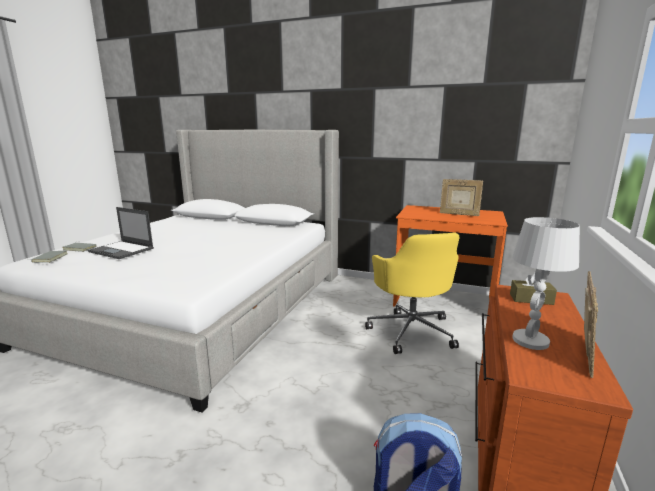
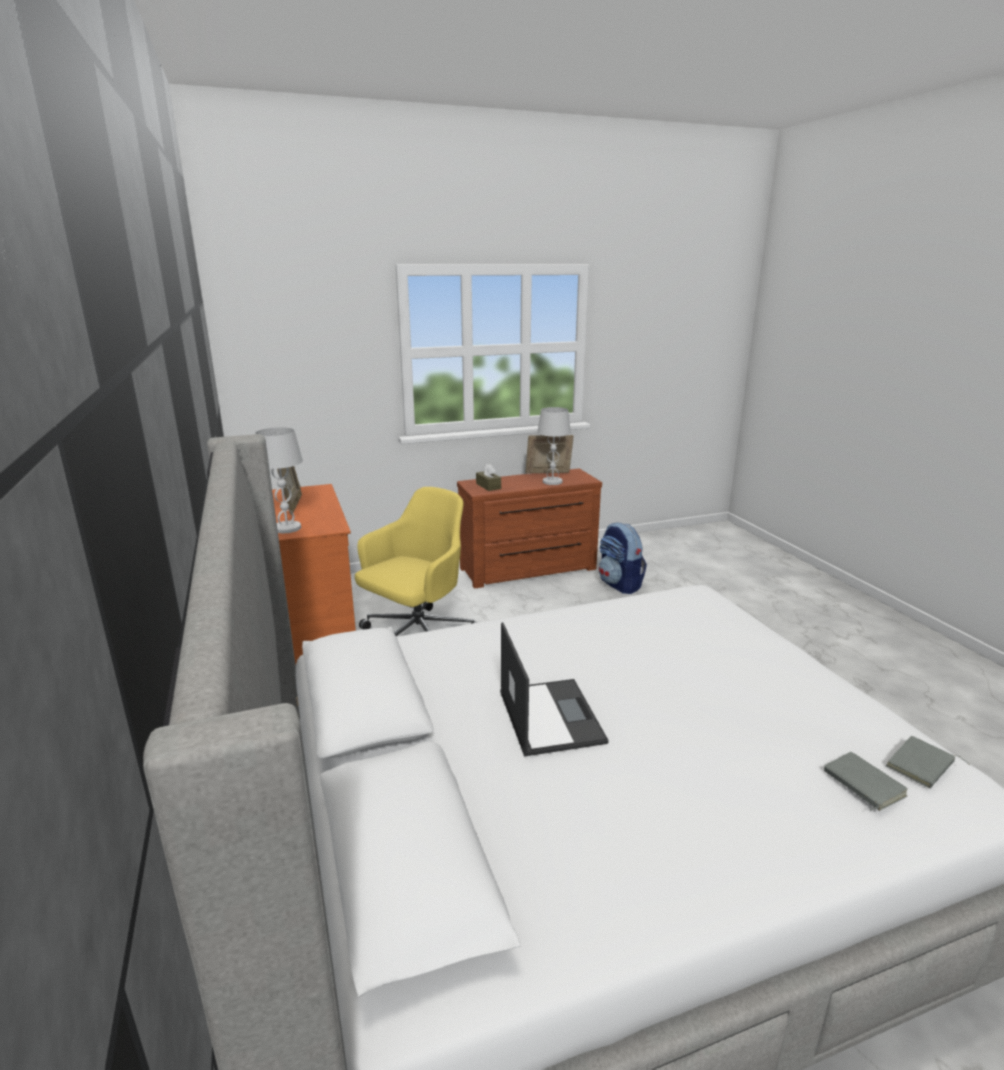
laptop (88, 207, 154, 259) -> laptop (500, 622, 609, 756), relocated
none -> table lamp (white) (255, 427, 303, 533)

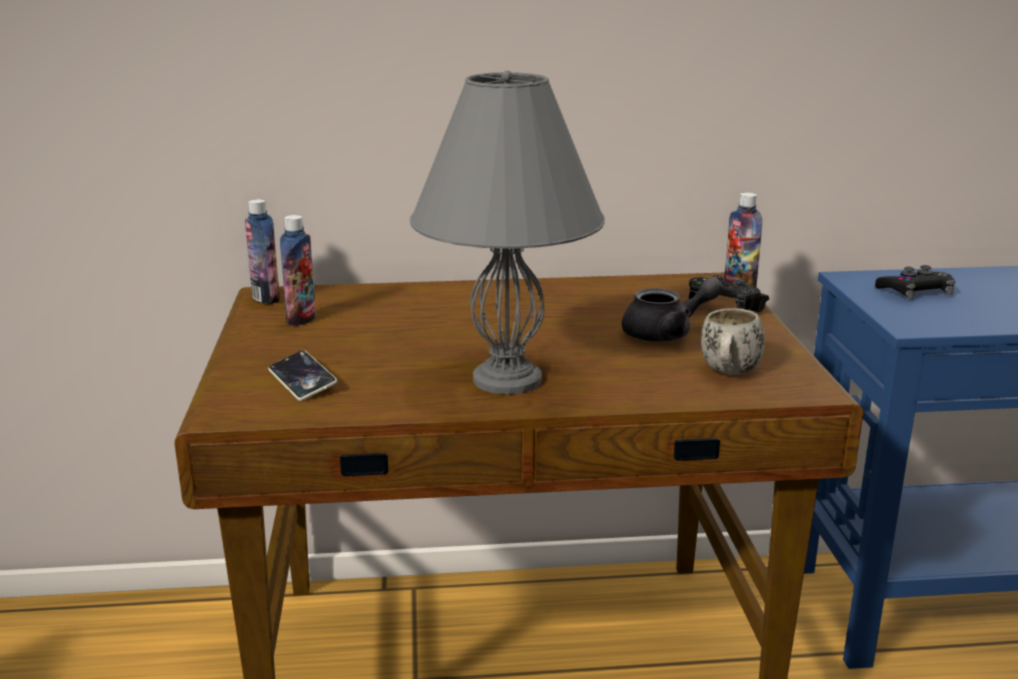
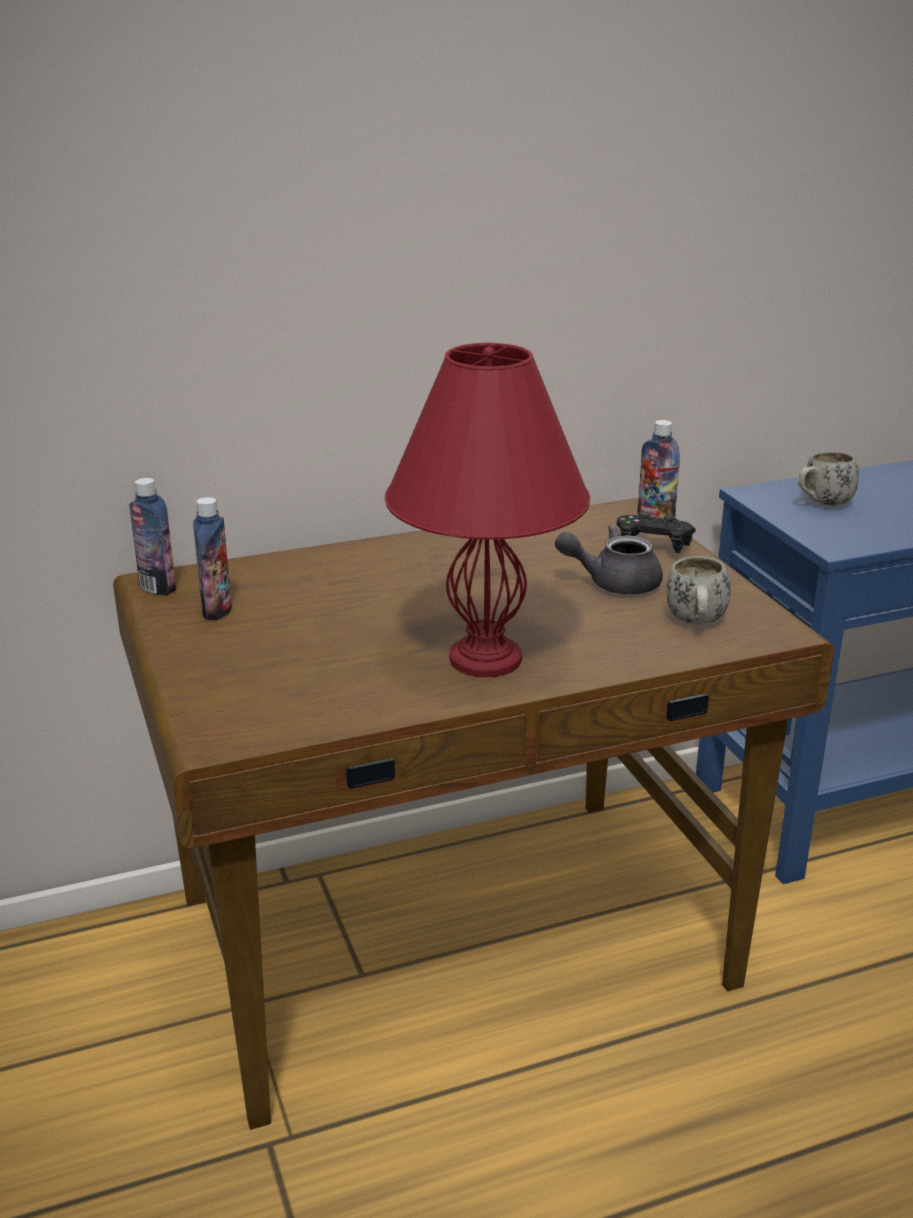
table lamp (grey) (410, 71, 605, 395) -> table lamp (red) (385, 343, 590, 677)
game controller (black) (875, 265, 955, 299) -> mug (white) (797, 451, 859, 506)
teapot (grey) (622, 276, 723, 342) -> teapot (grey) (555, 525, 663, 594), 150 degrees counterclockwise
phone (268, 350, 337, 401) -> none

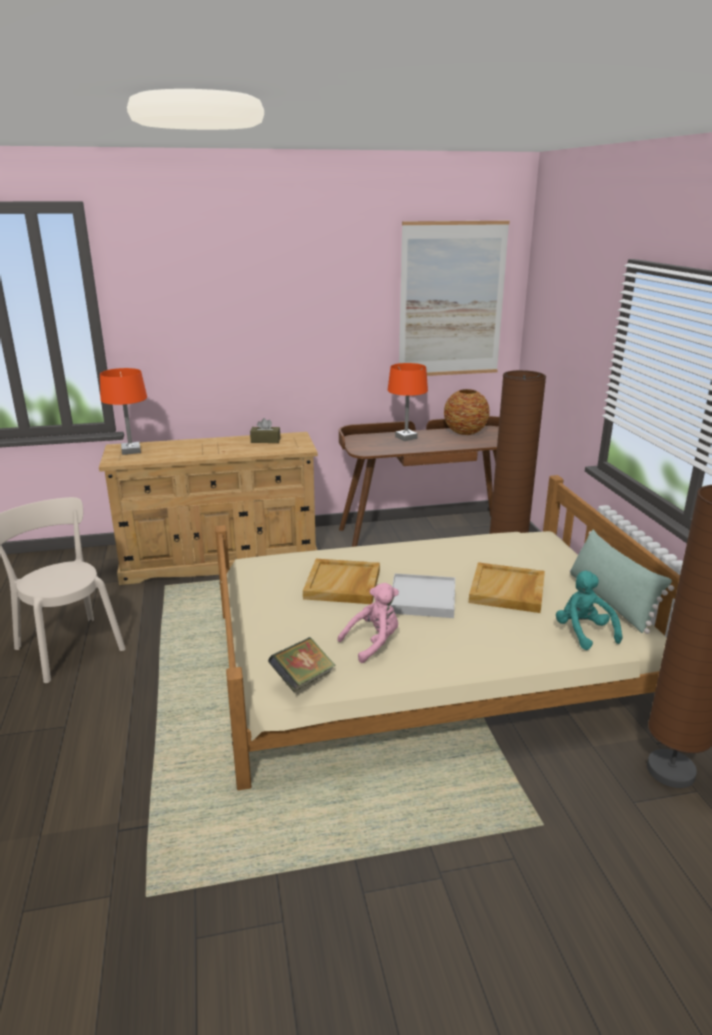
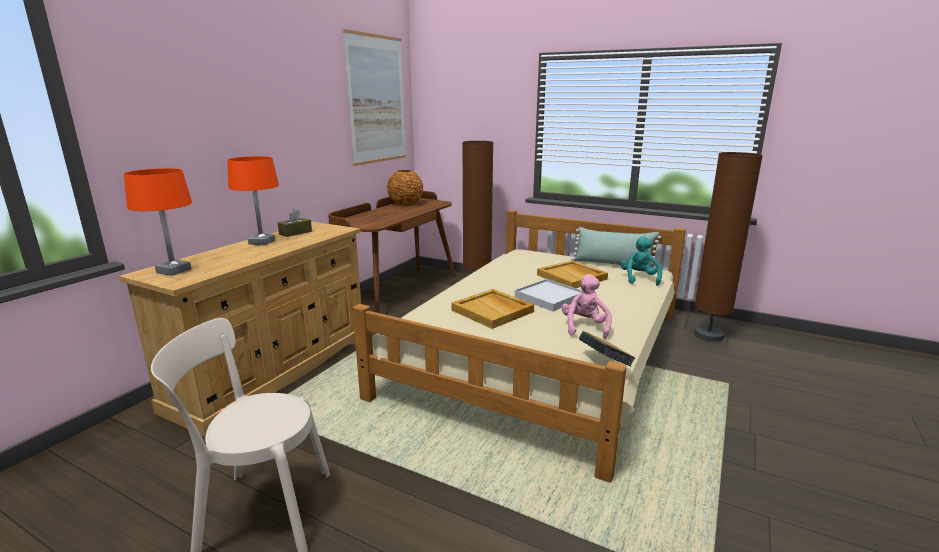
table lamp (orange) (388, 363, 428, 441) -> table lamp (orange) (227, 156, 279, 245), relocated
plush toy (turquoise) (556, 571, 622, 650) -> plush toy (turquoise) (621, 236, 662, 286), 75 degrees clockwise

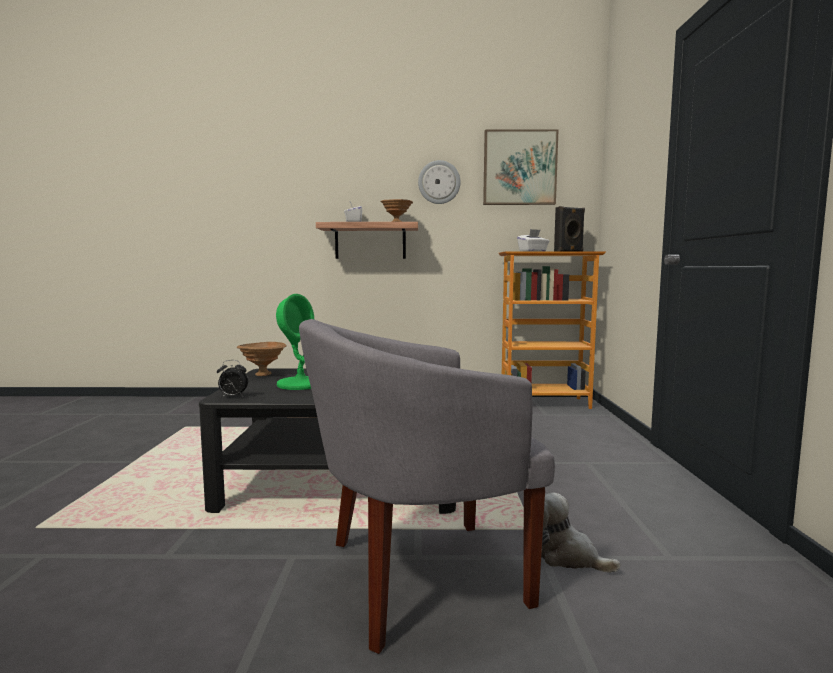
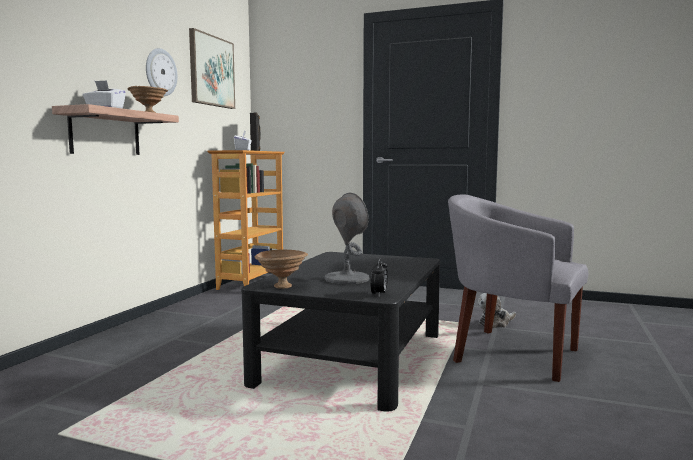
table lamp (green) (276, 294, 314, 390) -> table lamp (grey) (325, 192, 369, 284)
armchair (grey) (299, 319, 555, 654) -> armchair (grey) (448, 194, 588, 382), 120 degrees clockwise

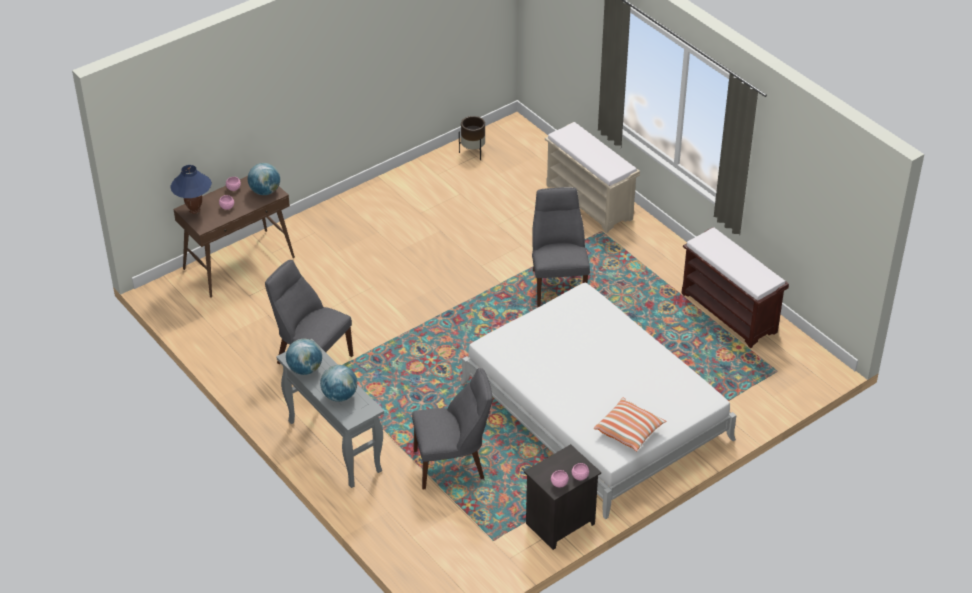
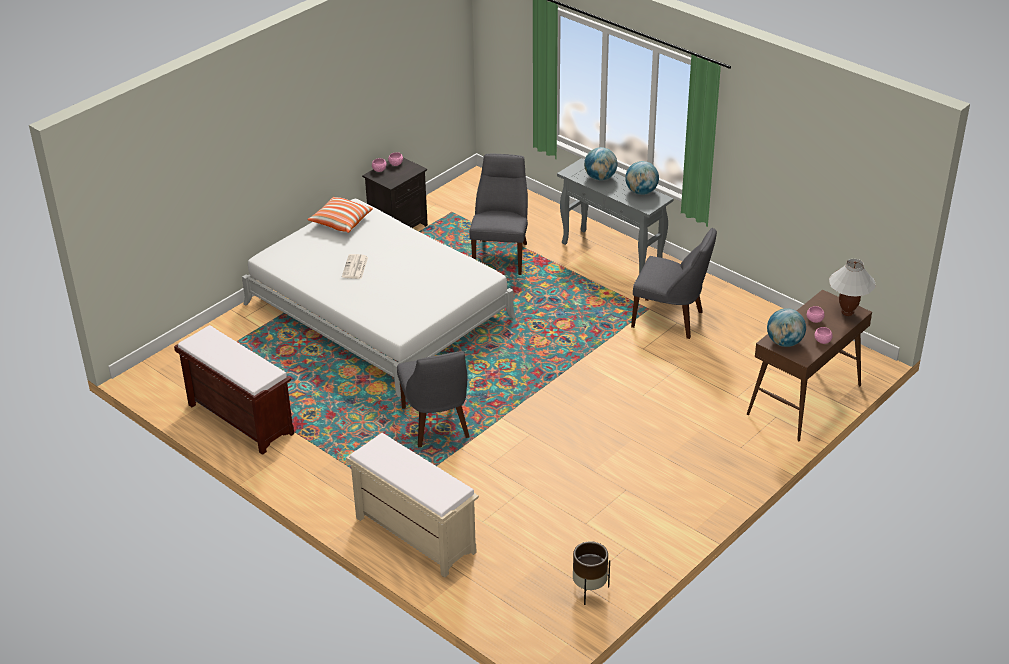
table lamp (blue) (170, 165, 212, 214) -> table lamp (white) (829, 259, 876, 316)
chair (grey) (412, 368, 493, 489) -> chair (grey) (469, 154, 528, 275), 120 degrees clockwise
none -> newspaper (342, 254, 368, 279)

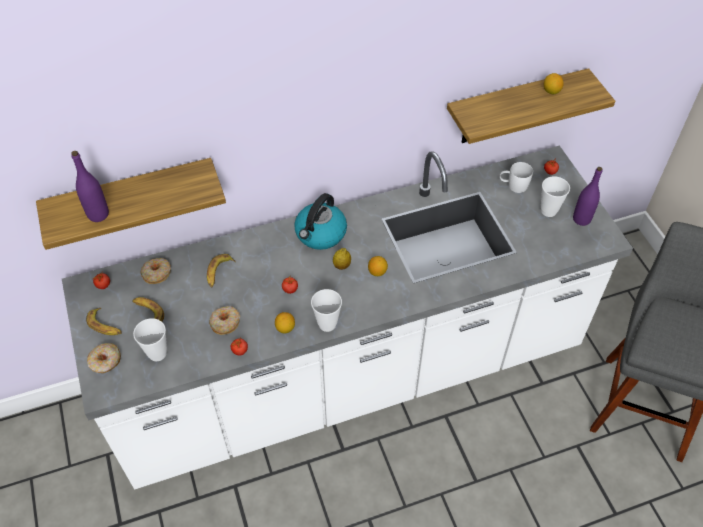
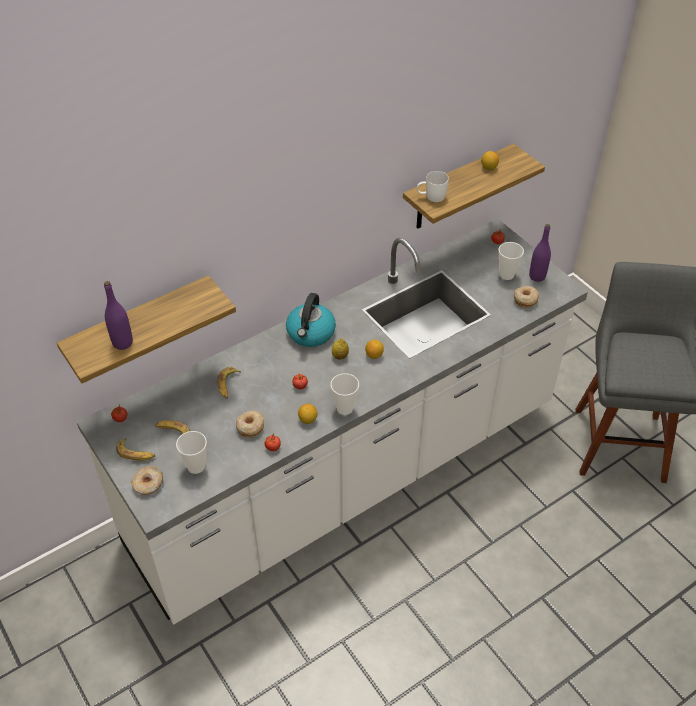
mug (white) (500, 162, 533, 193) -> mug (white) (417, 171, 449, 202), relocated
donut (141, 258, 171, 284) -> donut (514, 286, 539, 308), relocated

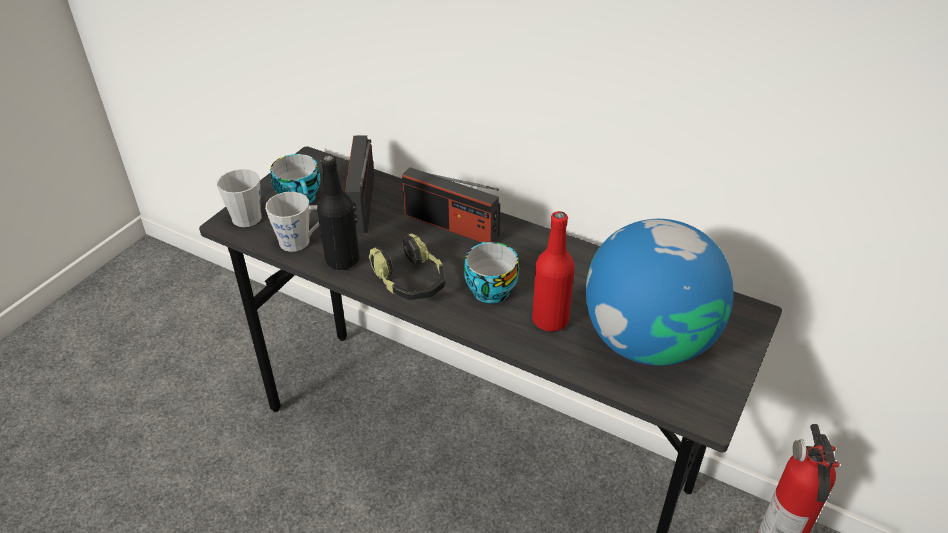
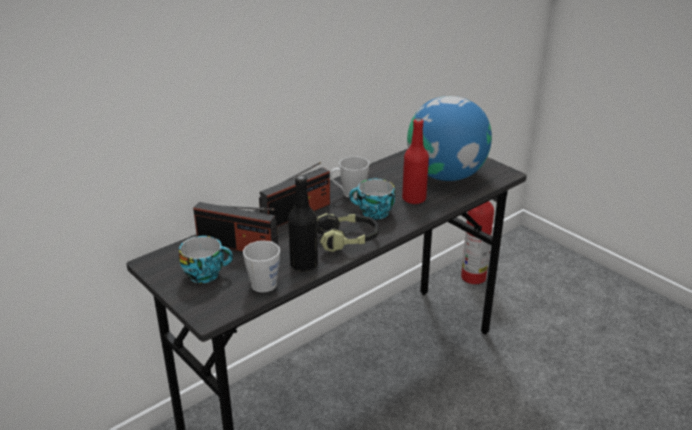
mug (grey) (217, 169, 262, 227) -> mug (grey) (330, 156, 370, 199), relocated

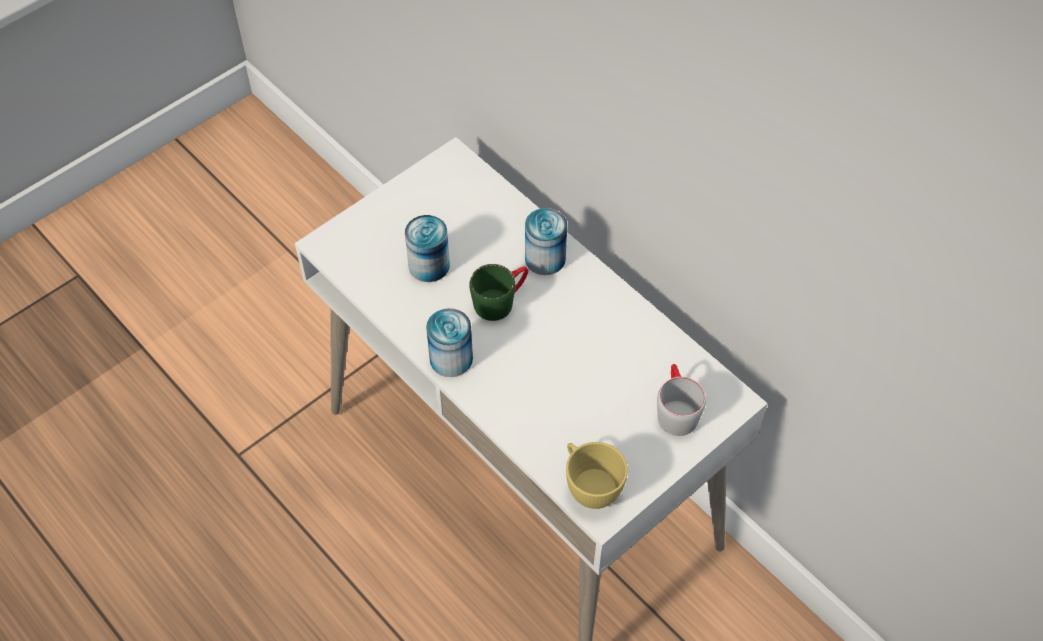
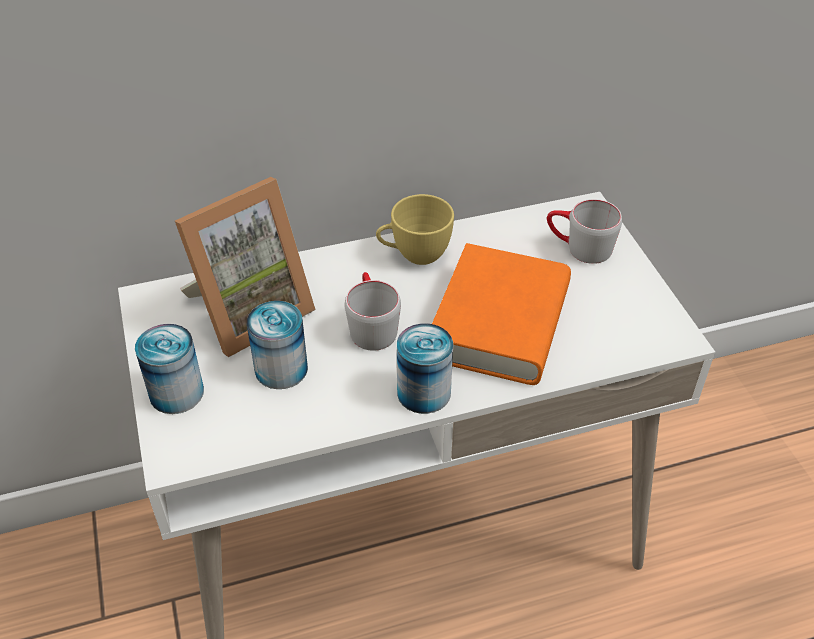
can (525, 208, 567, 275) -> can (135, 324, 204, 414), relocated
mug (green) (469, 264, 528, 321) -> mug (grey) (345, 272, 401, 351)
cup (yellow) (566, 442, 628, 509) -> cup (yellow) (376, 194, 454, 265), relocated
none -> picture frame (175, 177, 316, 357)
none -> book (orange) (432, 243, 571, 385)

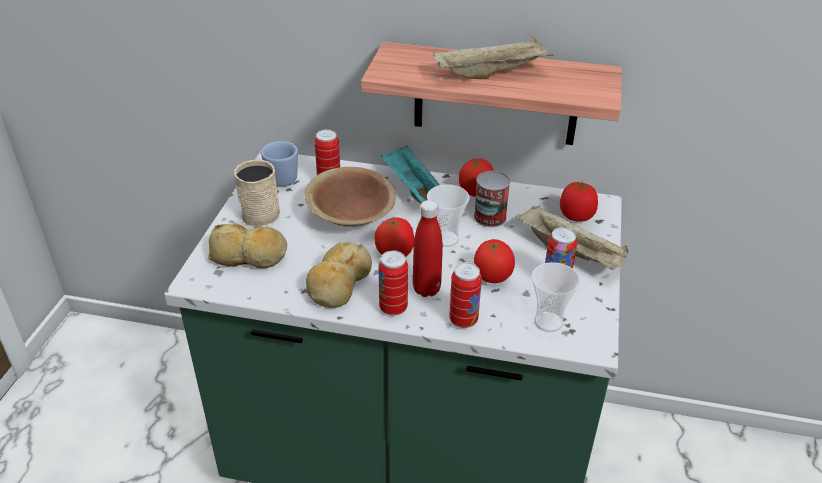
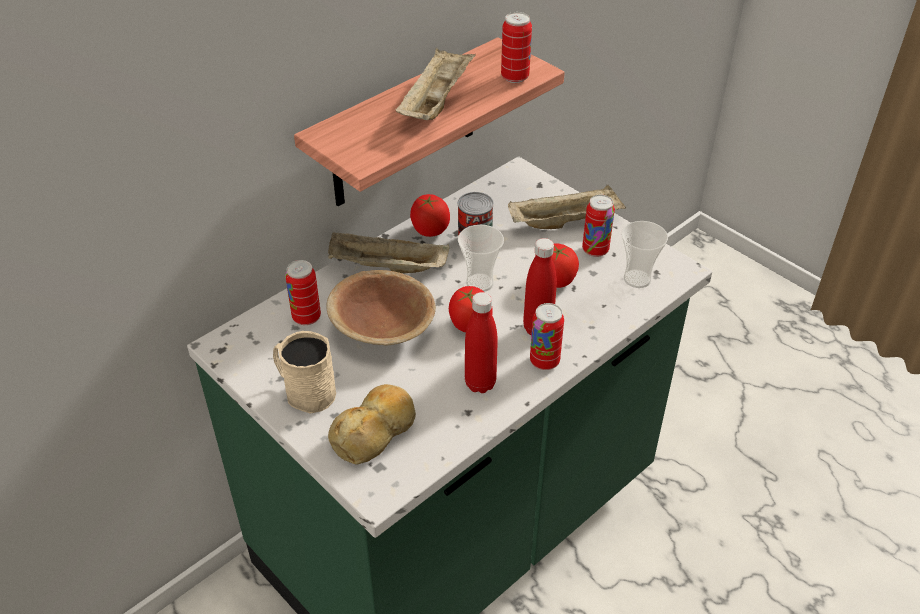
mug (blue) (261, 141, 298, 187) -> none
tray (turquoise) (381, 145, 440, 204) -> tray (beige) (328, 231, 449, 273)
tomato (560, 180, 598, 222) -> none
bread (306, 242, 372, 308) -> bottle (red) (465, 292, 498, 393)
can (449, 262, 482, 328) -> can (501, 12, 532, 83), relocated

